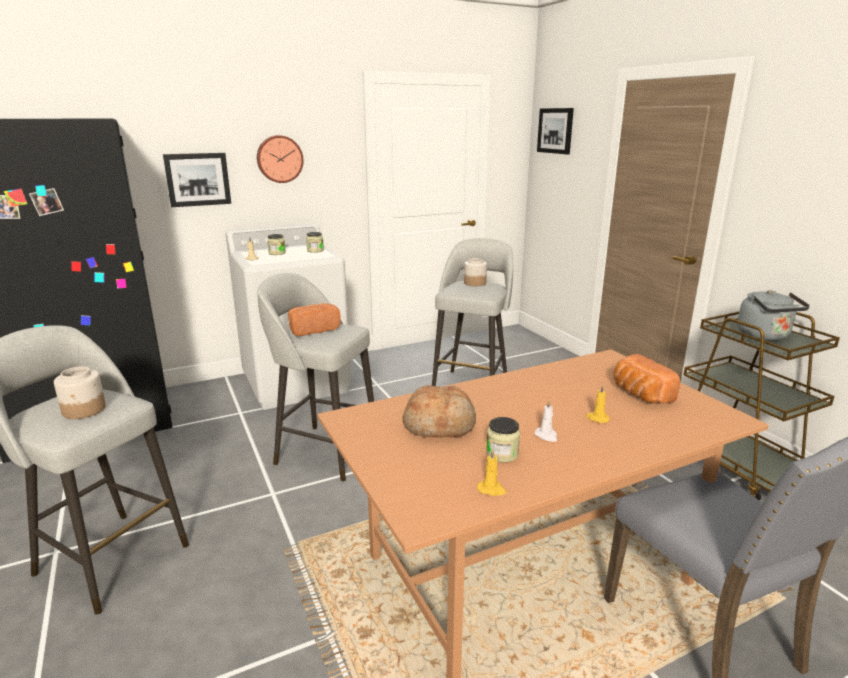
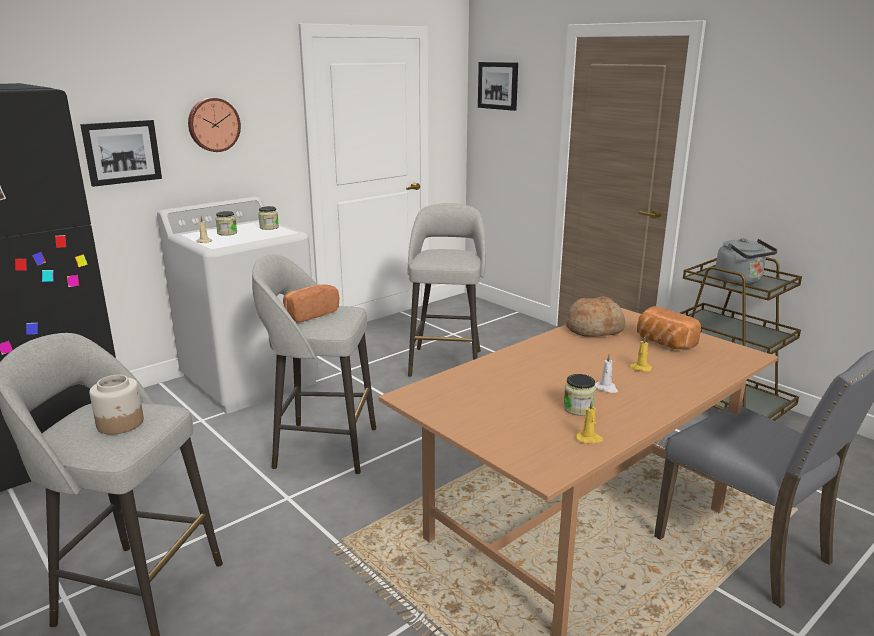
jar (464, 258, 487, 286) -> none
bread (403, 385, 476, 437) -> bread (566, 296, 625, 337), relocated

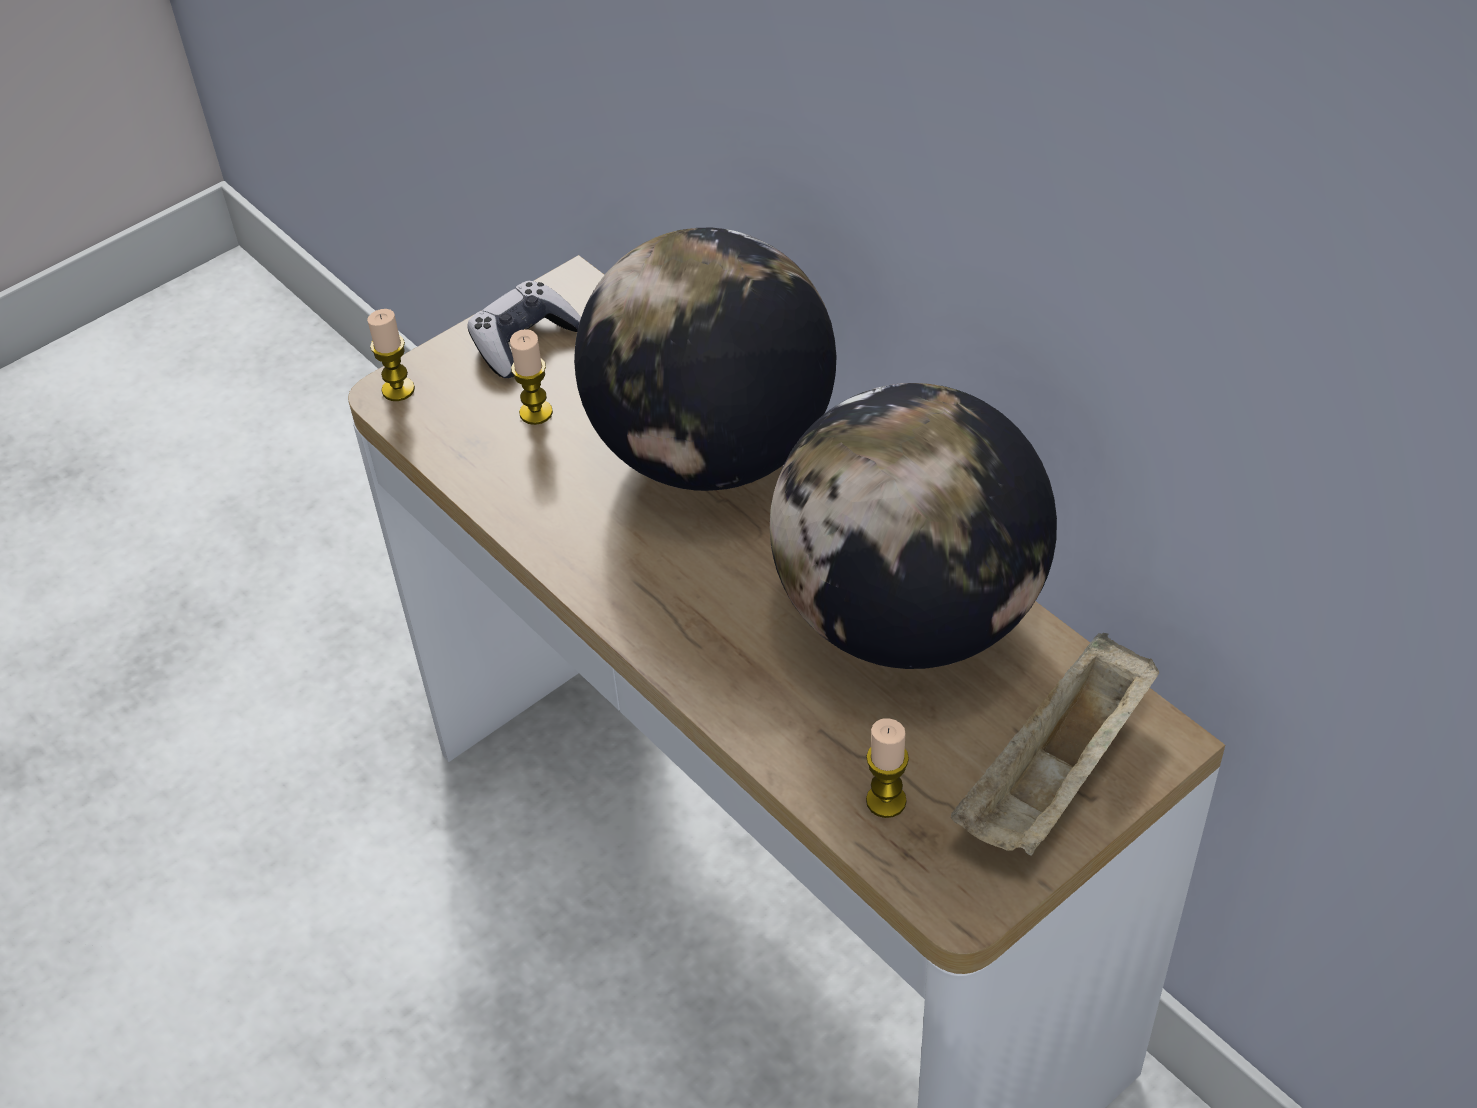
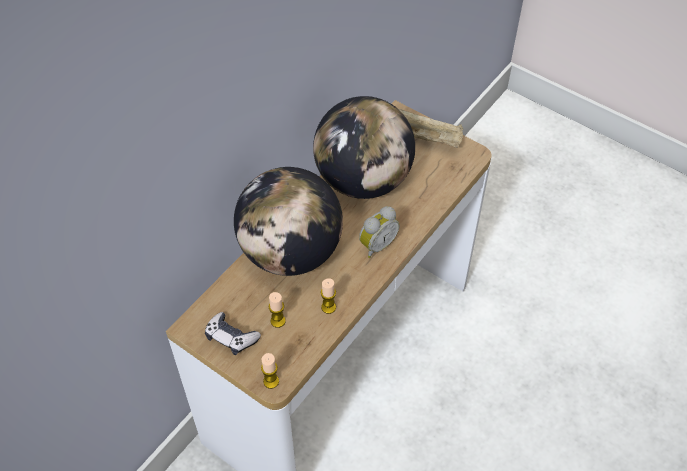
candle (866, 718, 909, 818) -> candle (321, 278, 336, 314), relocated
none -> alarm clock (359, 206, 400, 258)

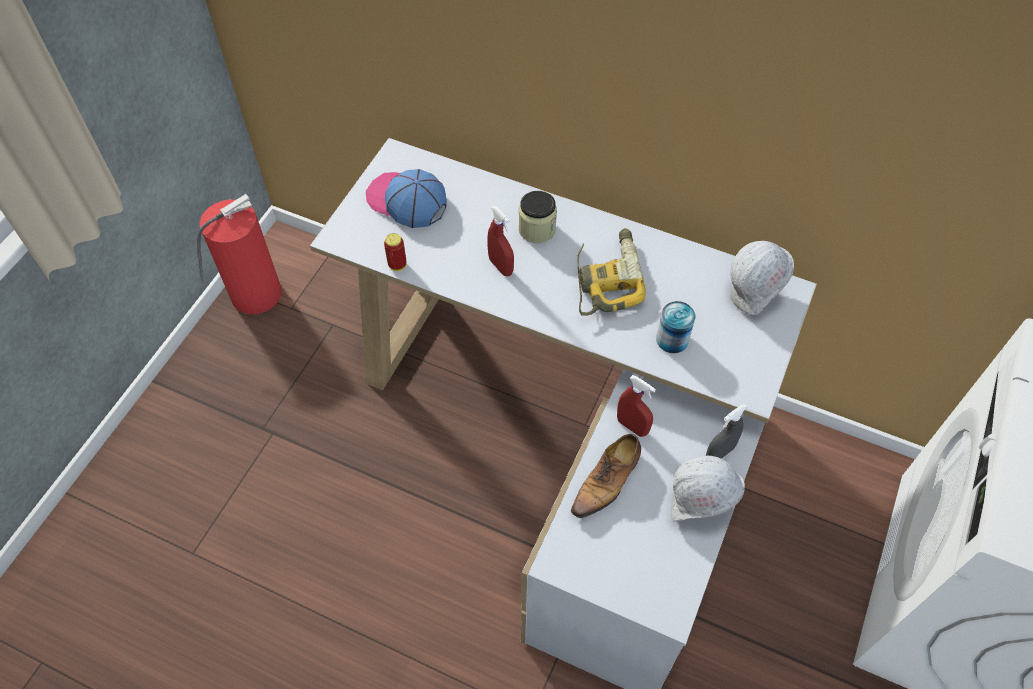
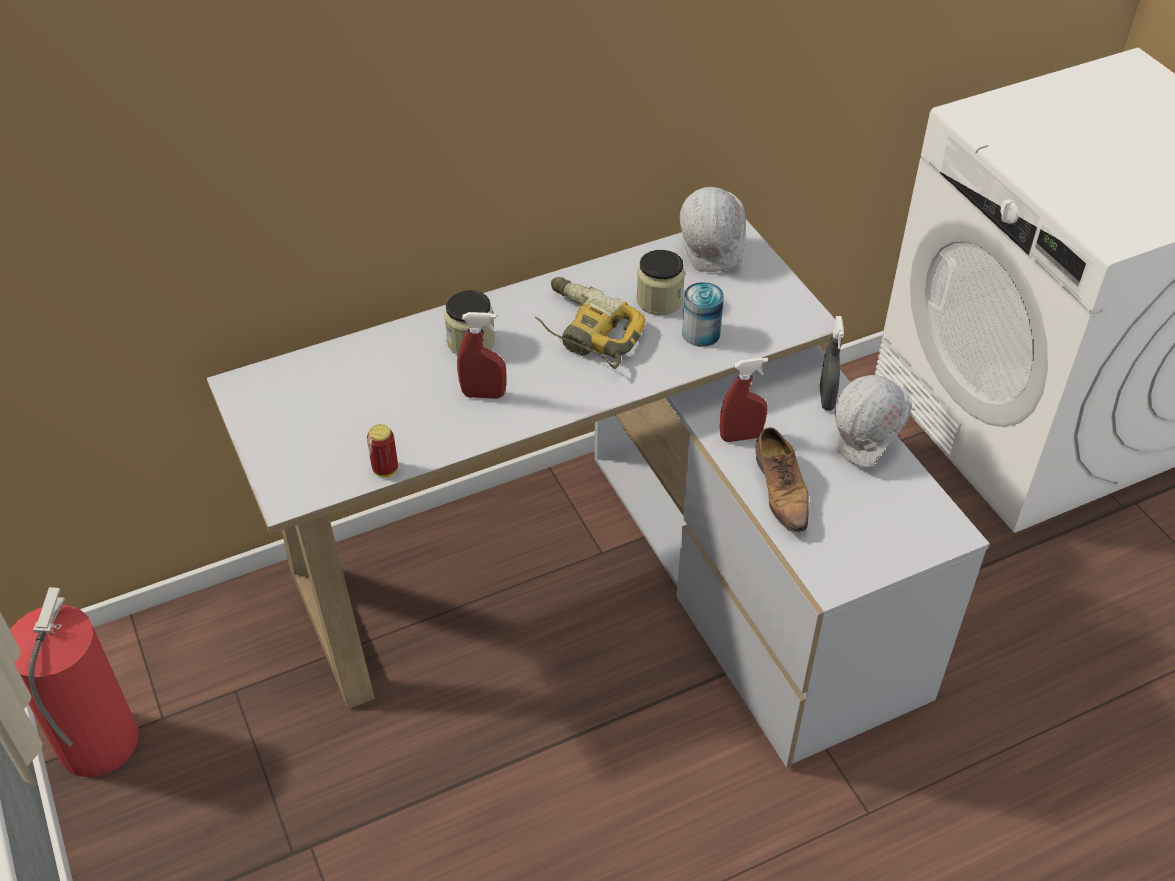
cap (366, 169, 447, 228) -> none
none -> jar (636, 250, 685, 315)

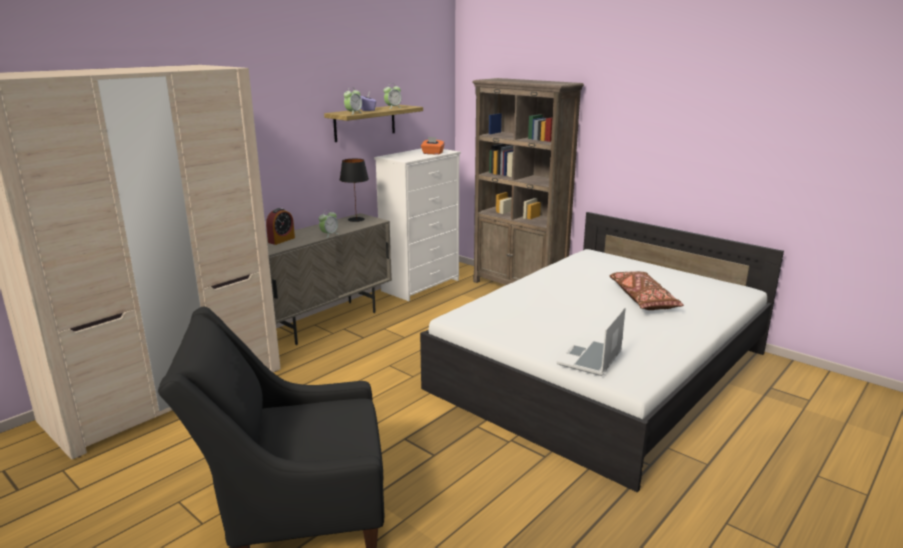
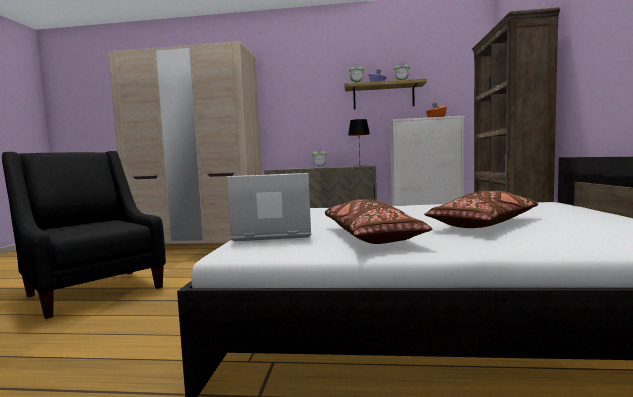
alarm clock (266, 208, 295, 245) -> none
none -> pillow (brown) (325, 199, 432, 244)

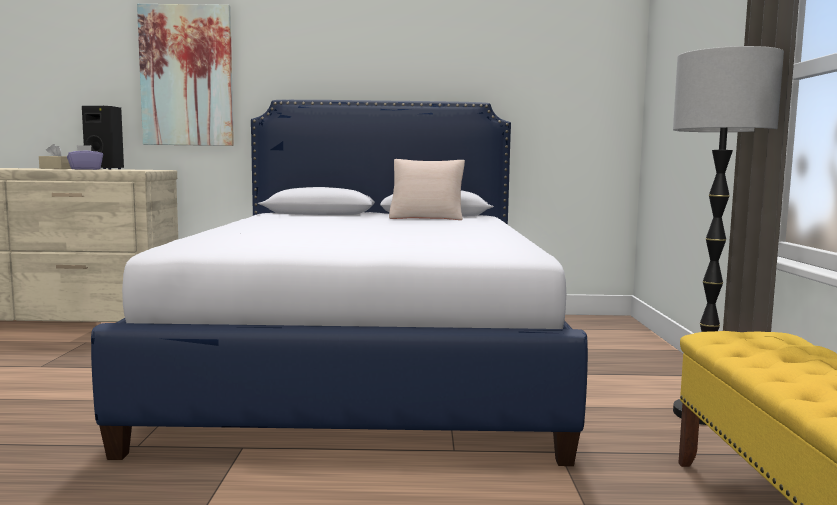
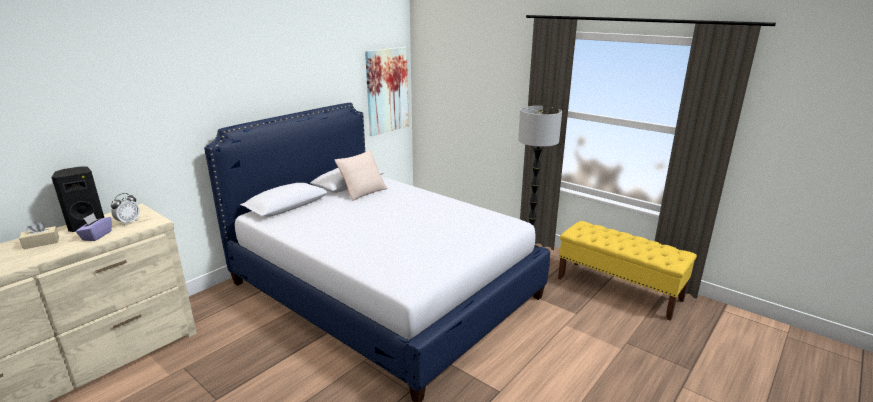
picture (137, 4, 234, 146) -> picture (365, 47, 409, 136), relocated
none -> alarm clock (111, 193, 140, 225)

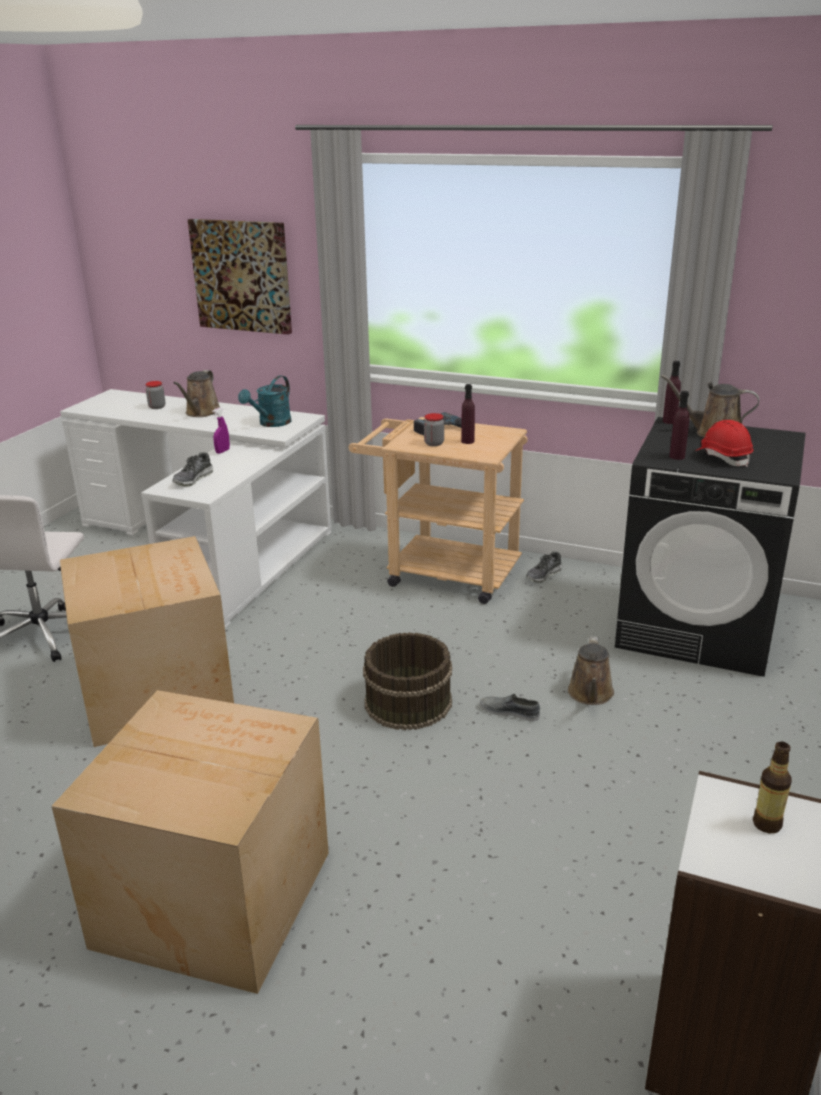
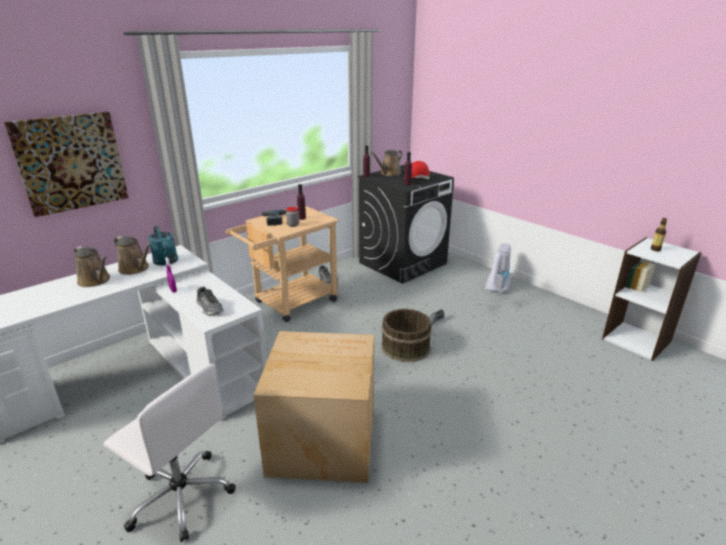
jar (146, 381, 165, 409) -> none
watering can (brown) (568, 636, 614, 705) -> watering can (brown) (114, 236, 151, 275), relocated
cardboard box (52, 690, 329, 994) -> none
none -> vacuum cleaner (484, 243, 512, 293)

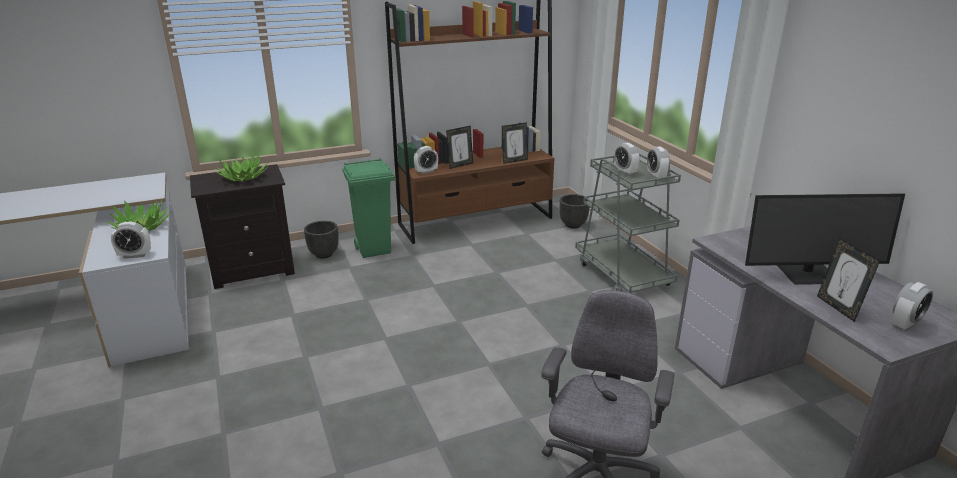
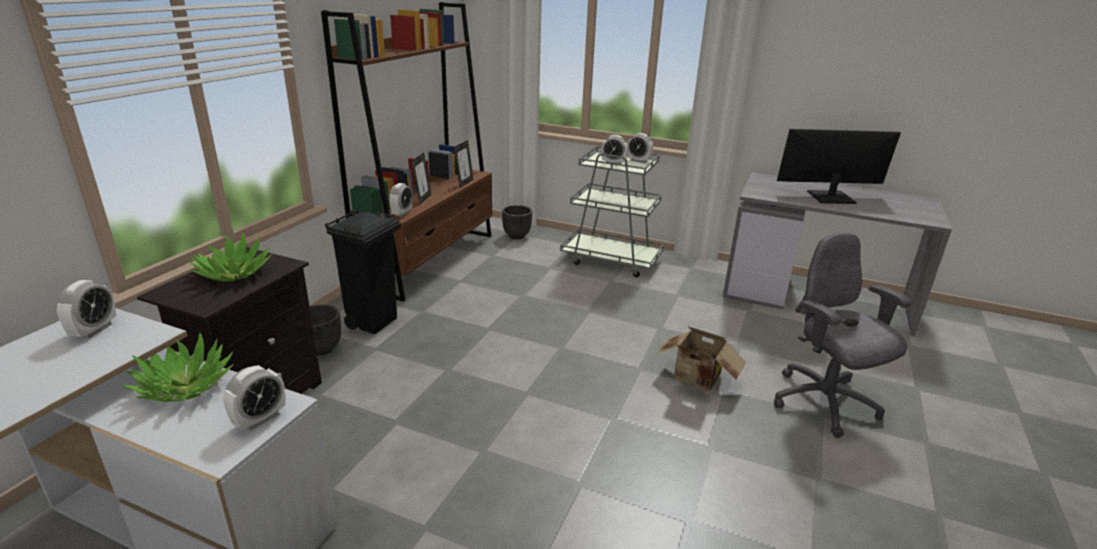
trash can (green) (342, 158, 395, 258) -> trash can (black) (325, 209, 401, 334)
monitor (745, 193, 905, 285) -> monitor (777, 129, 901, 204), 135 degrees counterclockwise
picture frame (817, 238, 880, 322) -> none
alarm clock (891, 282, 933, 332) -> alarm clock (57, 280, 116, 339), relocated
none -> cardboard box (656, 326, 746, 392)

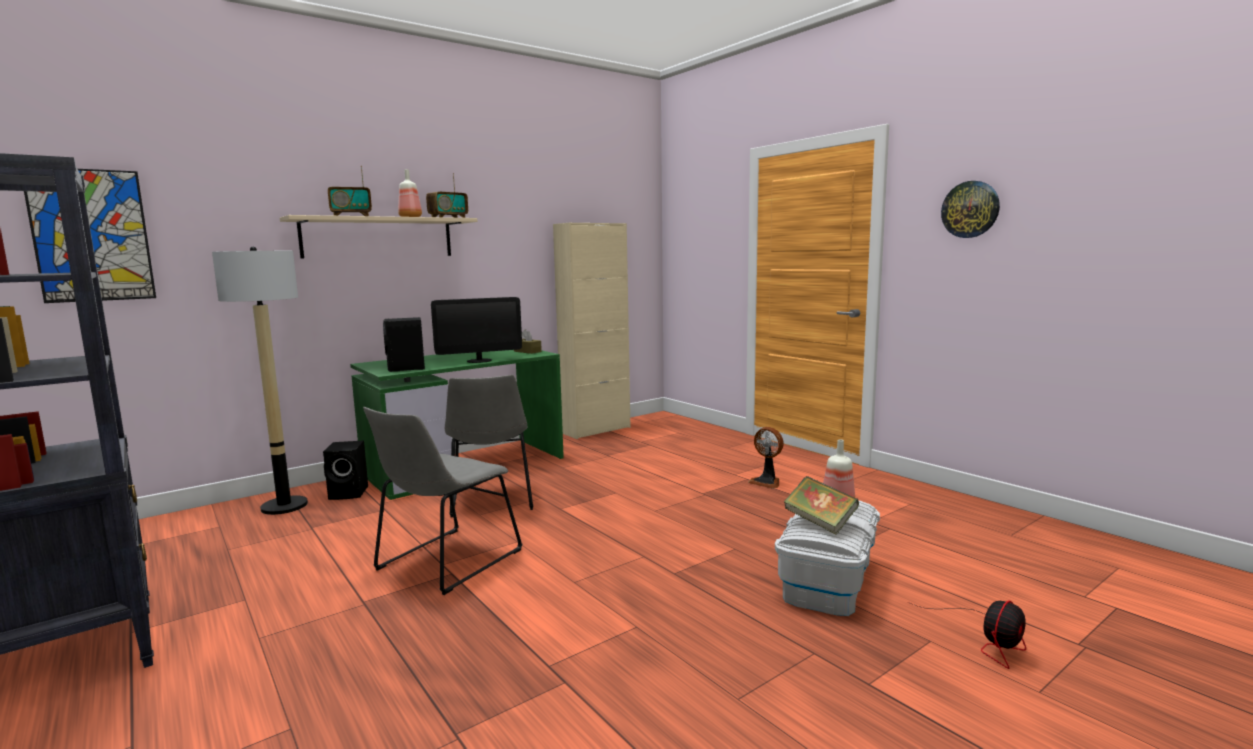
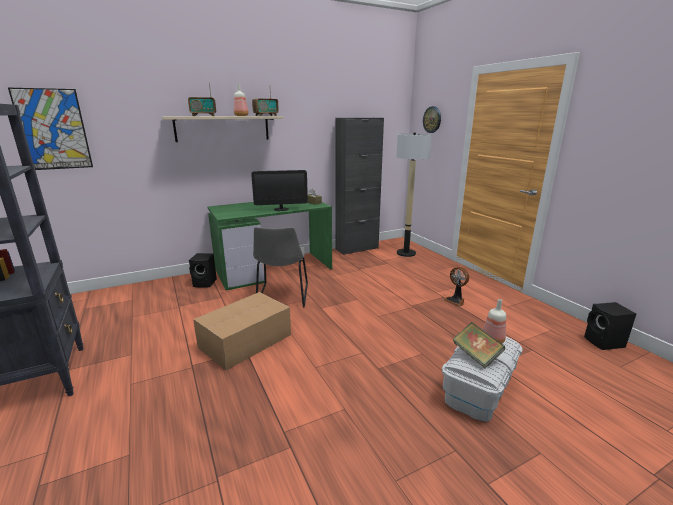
wall clock (941, 181, 1000, 238) -> wall clock (423, 106, 441, 133), relocated
cabinet (beige) (553, 223, 630, 439) -> cabinet (black) (335, 118, 384, 255)
floor lamp (212, 247, 308, 515) -> floor lamp (397, 132, 432, 257), relocated
speaker (black) (383, 317, 425, 372) -> speaker (black) (584, 302, 636, 350), relocated
chair (grey) (363, 407, 522, 595) -> cardboard box (193, 292, 291, 370)
fan (908, 600, 1026, 669) -> none

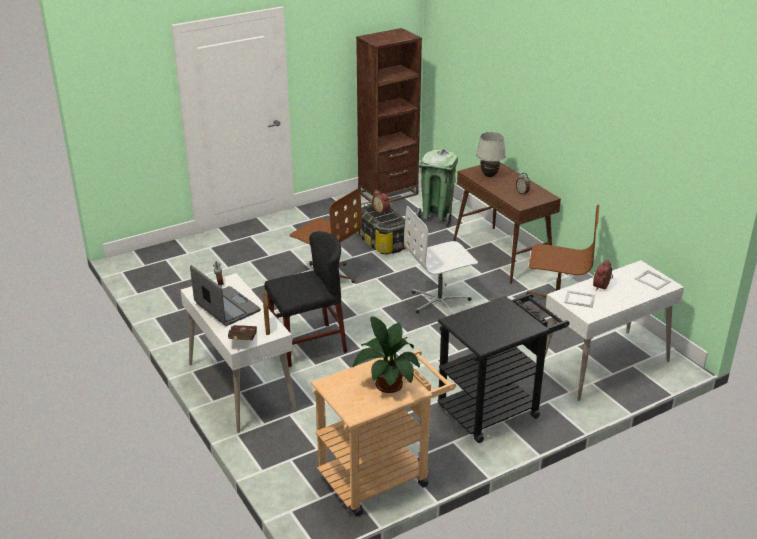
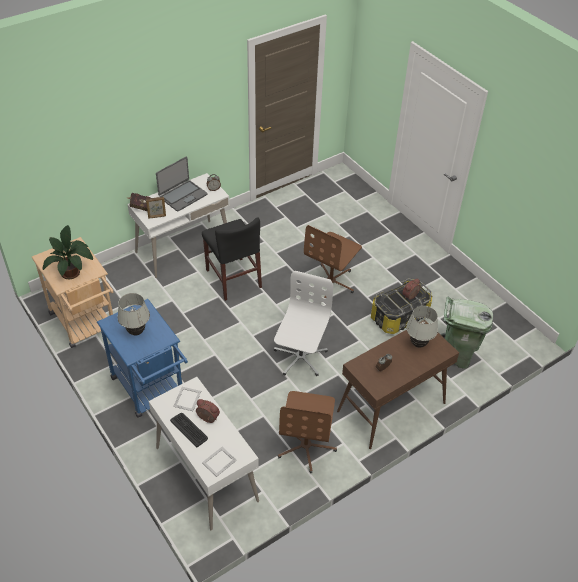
bookcase (brown) (356, 28, 422, 203) -> none
office chair (white) (404, 206, 478, 315) -> office chair (white) (274, 271, 333, 376), 45 degrees clockwise
cart (black) (437, 293, 569, 443) -> cart (blue) (97, 299, 188, 418)
none -> table lamp (white) (117, 293, 150, 336)
none -> keyboard (170, 413, 208, 447)

